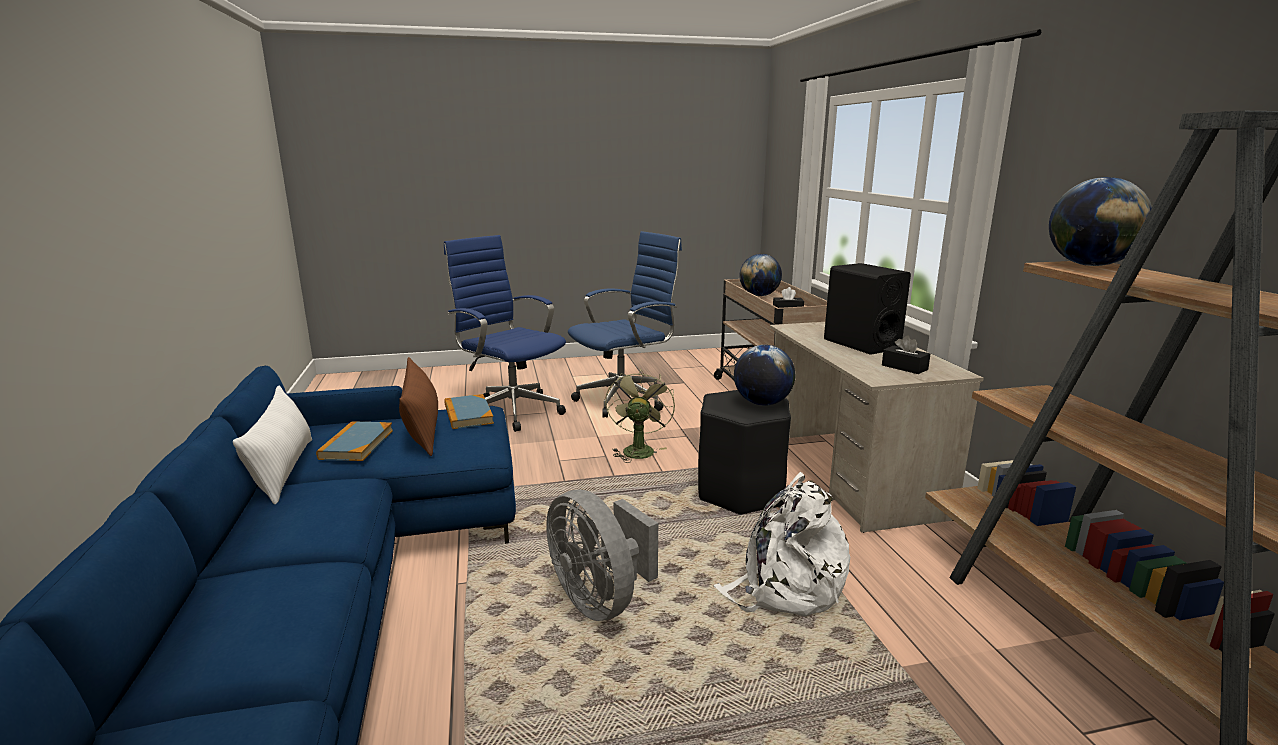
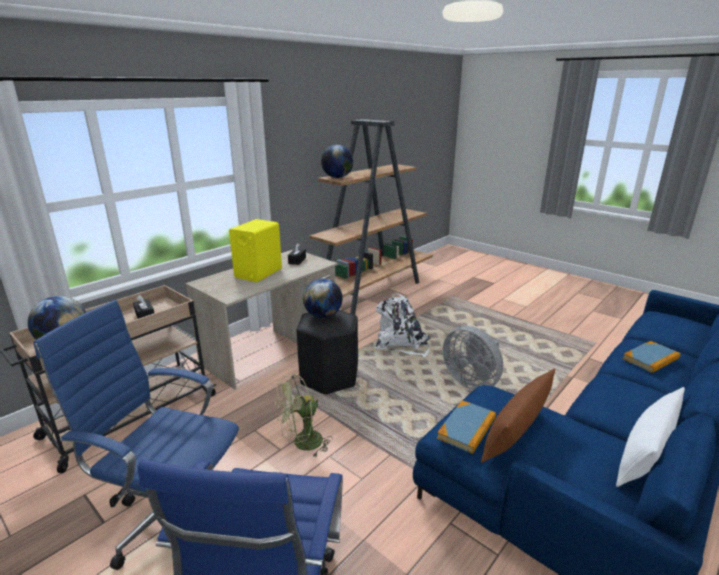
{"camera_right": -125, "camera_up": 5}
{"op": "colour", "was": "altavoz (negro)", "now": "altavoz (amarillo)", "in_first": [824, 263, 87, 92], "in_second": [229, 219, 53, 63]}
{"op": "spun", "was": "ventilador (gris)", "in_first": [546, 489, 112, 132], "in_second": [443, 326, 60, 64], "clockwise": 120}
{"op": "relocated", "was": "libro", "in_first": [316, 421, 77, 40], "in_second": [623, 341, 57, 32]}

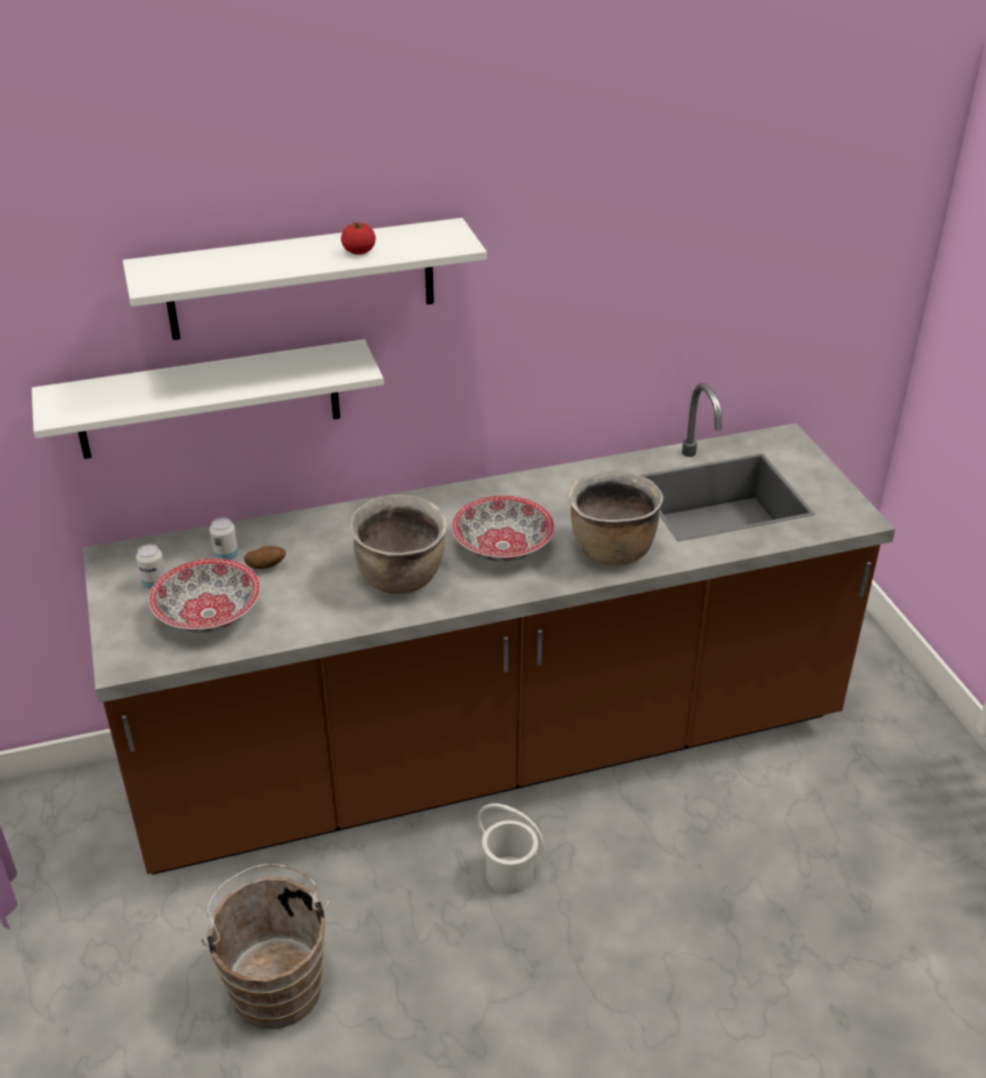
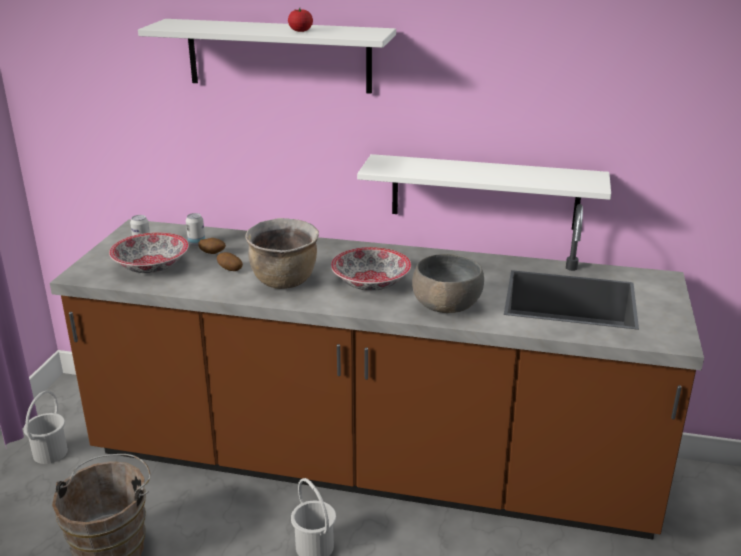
{"camera_right": 30, "camera_up": -10}
{"op": "appeared", "now": "cubo (blanco)", "in_second": [23, 391, 45, 73]}
{"op": "appeared", "now": "patata", "in_second": [217, 252, 26, 19]}
{"op": "relocated", "was": "estante (blanco)", "in_first": [32, 339, 352, 120], "in_second": [357, 154, 254, 76]}
{"op": "exchanged", "was": "olla (marrón)", "now": "cuenco (gris)", "in_first": [569, 470, 95, 96], "in_second": [412, 254, 72, 59]}

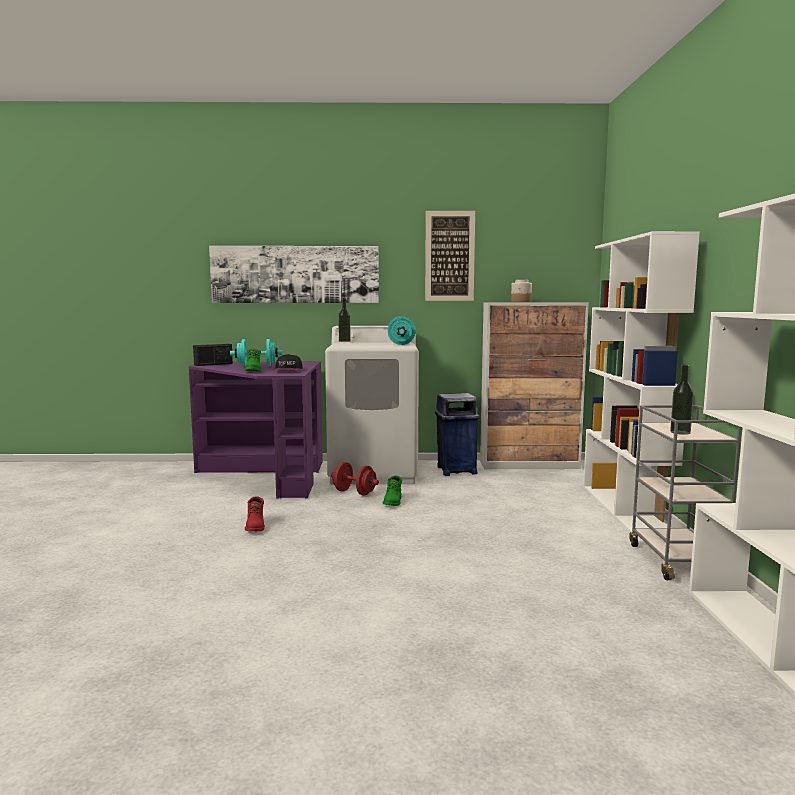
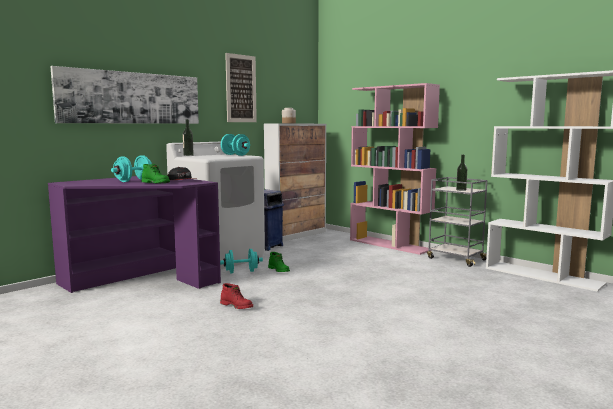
{"camera_right": -45, "camera_up": 0}
{"op": "colour", "was": "mancuerna (rojo)", "now": "mancuerna (turquesa)", "in_first": [331, 462, 48, 33], "in_second": [220, 249, 43, 24]}
{"op": "colour", "was": "estantería (blanco)", "now": "estantería (rosa)", "in_first": [583, 231, 117, 305], "in_second": [350, 83, 90, 172]}
{"op": "missing", "was": "radio", "in_first": [193, 344, 40, 22]}

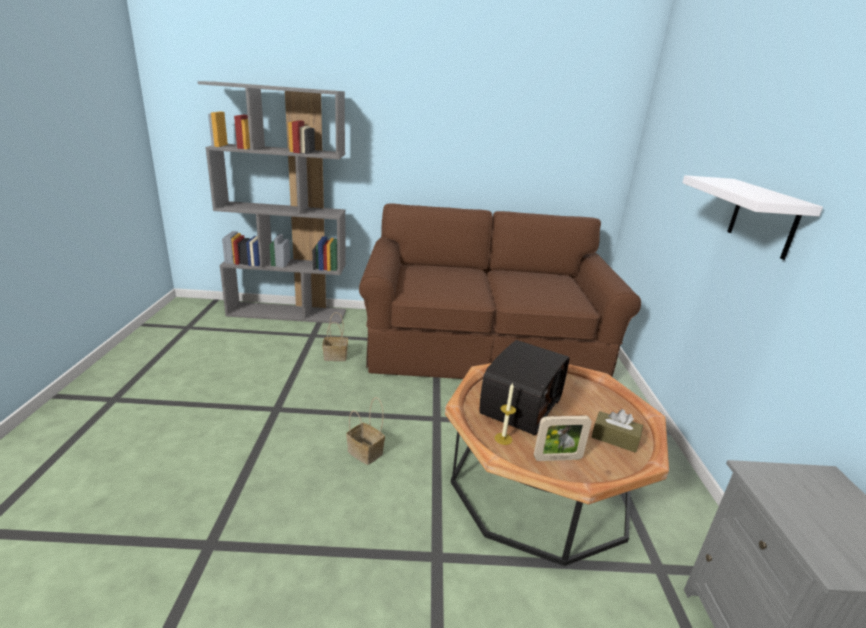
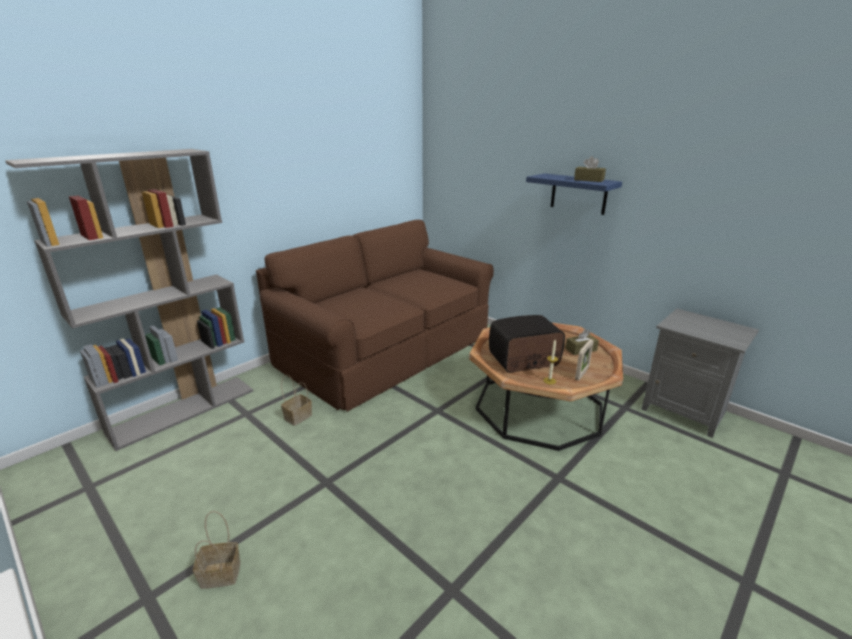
{"camera_right": -45, "camera_up": 0}
{"op": "relocated", "was": "cesta", "in_first": [346, 397, 39, 68], "in_second": [193, 511, 47, 78]}
{"op": "spun", "was": "radio", "in_first": [479, 340, 90, 95], "in_second": [489, 315, 76, 58], "clockwise": -90}
{"op": "colour", "was": "estante (blanco)", "now": "estante (azul)", "in_first": [682, 175, 141, 85], "in_second": [526, 173, 96, 42]}
{"op": "appeared", "now": "caja de pañuelos (marrón)", "in_second": [574, 156, 32, 26]}

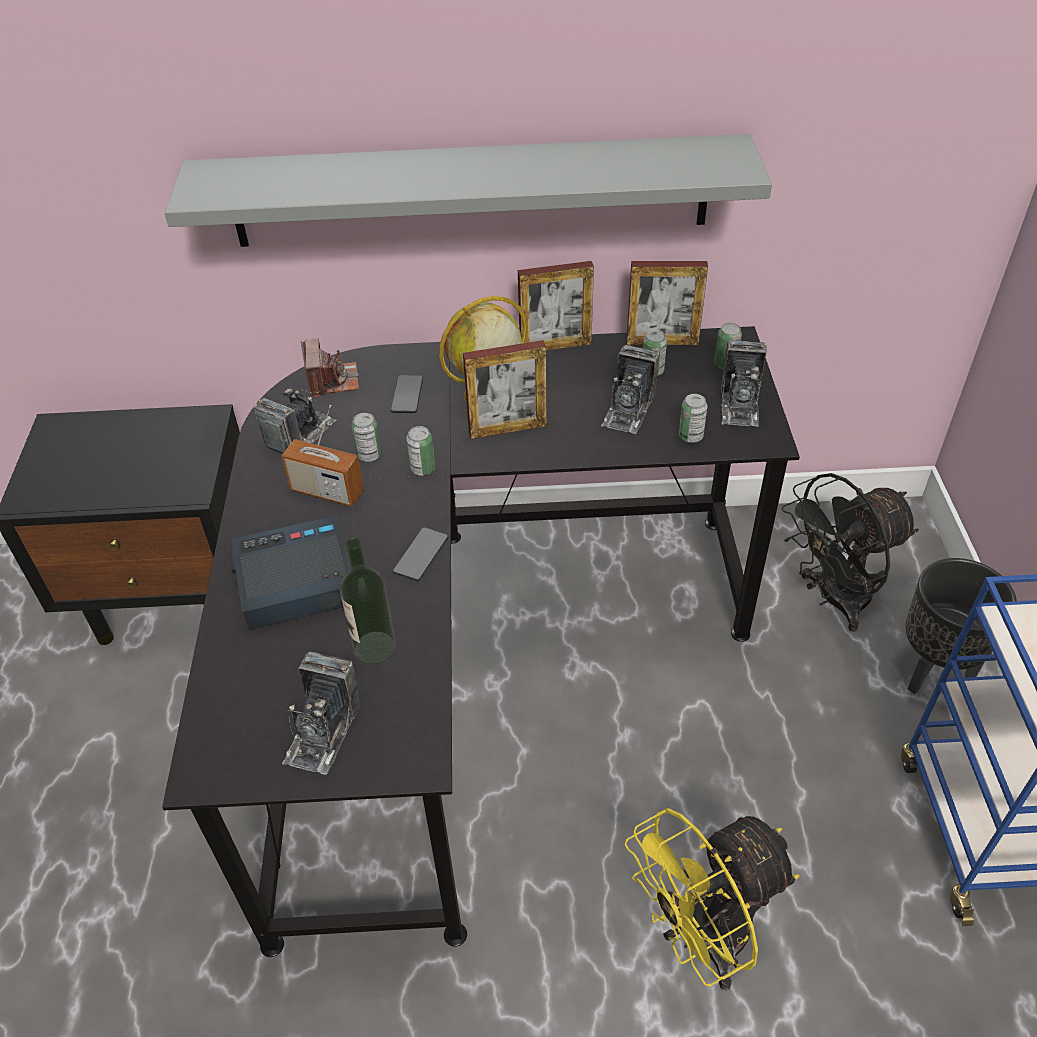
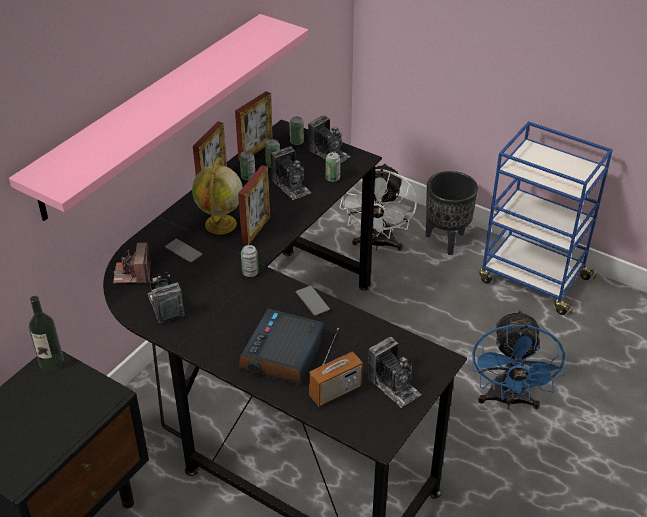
{"camera_right": -55, "camera_up": -5}
{"op": "colour", "was": "estante (gris)", "now": "estante (rosa)", "in_first": [164, 134, 608, 113], "in_second": [9, 14, 300, 207]}
{"op": "relocated", "was": "botella", "in_first": [340, 538, 56, 127], "in_second": [29, 296, 35, 76]}
{"op": "spun", "was": "cámara", "in_first": [301, 338, 58, 60], "in_second": [113, 242, 37, 42], "clockwise": -120}
{"op": "relocated", "was": "lata", "in_first": [351, 413, 31, 49], "in_second": [240, 151, 15, 29]}
{"op": "relocated", "was": "radio", "in_first": [281, 405, 83, 102], "in_second": [309, 328, 54, 79]}
{"op": "colour", "was": "ventilador (negro)", "now": "ventilador (blanco)", "in_first": [782, 473, 137, 159], "in_second": [339, 163, 78, 88]}
{"op": "colour", "was": "ventilador (amarillo)", "now": "ventilador (azul)", "in_first": [625, 808, 175, 183], "in_second": [473, 309, 92, 101]}

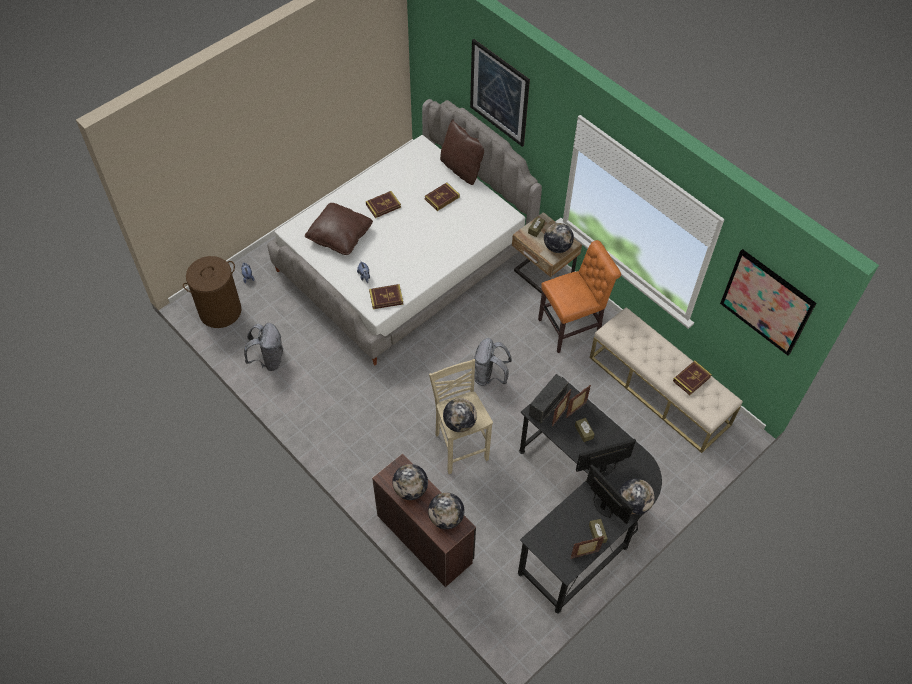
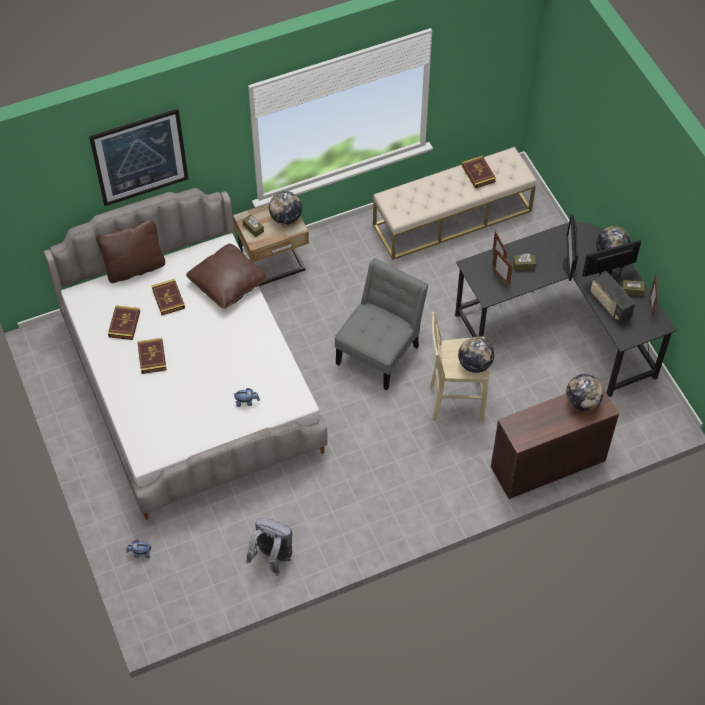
{"camera_right": -70, "camera_up": 0}
{"op": "relocated", "was": "libro", "in_first": [369, 284, 34, 25], "in_second": [108, 306, 32, 34]}
{"op": "relocated", "was": "cojín (marrón)", "in_first": [305, 203, 68, 52], "in_second": [186, 244, 81, 65]}
{"op": "exchanged", "was": "mochila (gris)", "now": "silla (gris)", "in_first": [474, 338, 38, 48], "in_second": [335, 258, 94, 132]}
{"op": "relocated", "was": "radio", "in_first": [529, 374, 40, 49], "in_second": [591, 272, 45, 52]}
{"op": "missing", "was": "cesto de la ropa (marrón)", "in_first": [183, 256, 59, 72]}
{"op": "missing", "was": "globo terráqueo", "in_first": [392, 464, 36, 36]}
{"op": "missing", "was": "silla (naranja)", "in_first": [538, 240, 83, 113]}
{"op": "missing", "was": "cuadro", "in_first": [720, 249, 96, 107]}

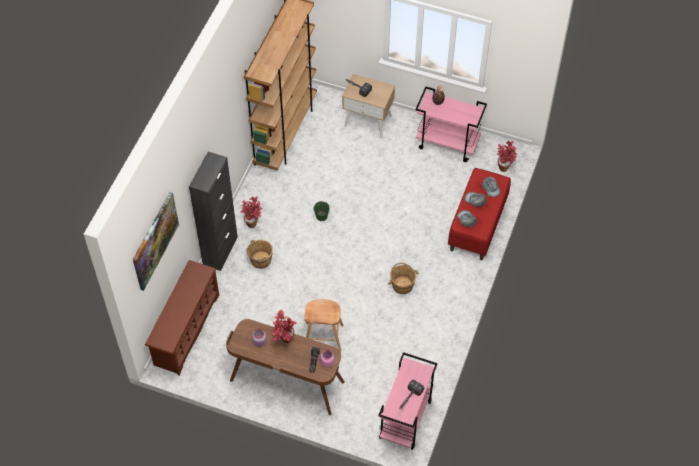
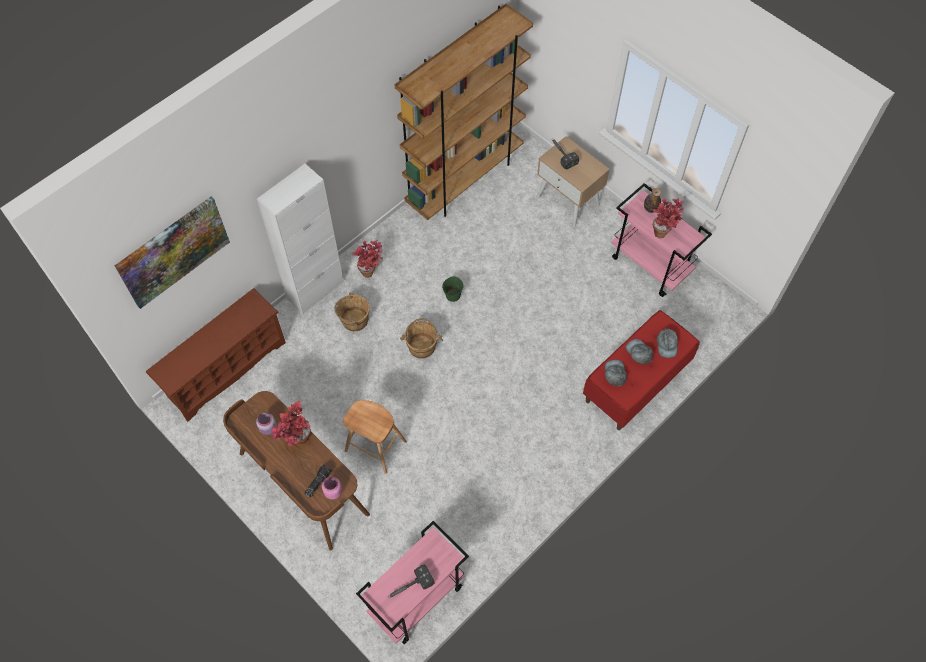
{"camera_right": 25, "camera_up": 5}
{"op": "colour", "was": "armario (negro)", "now": "armario (blanco)", "in_first": [189, 152, 49, 119], "in_second": [257, 164, 87, 150]}
{"op": "relocated", "was": "cubo (marrón)", "in_first": [388, 263, 31, 31], "in_second": [400, 318, 43, 41]}
{"op": "relocated", "was": "planta en maceta", "in_first": [497, 141, 20, 31], "in_second": [652, 198, 32, 40]}

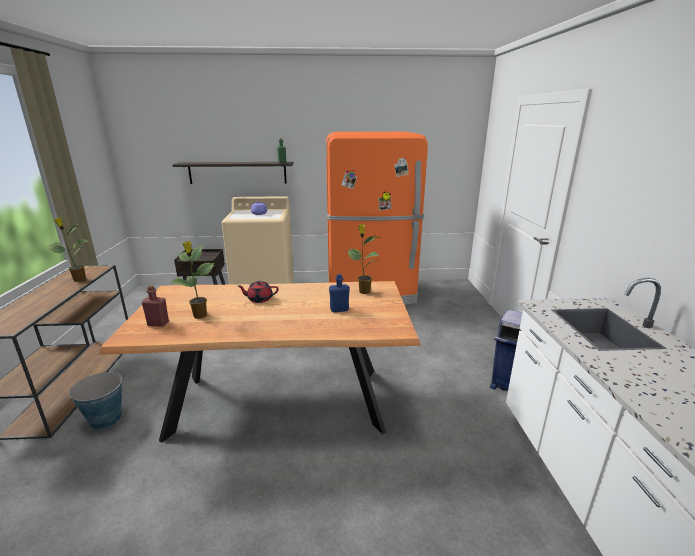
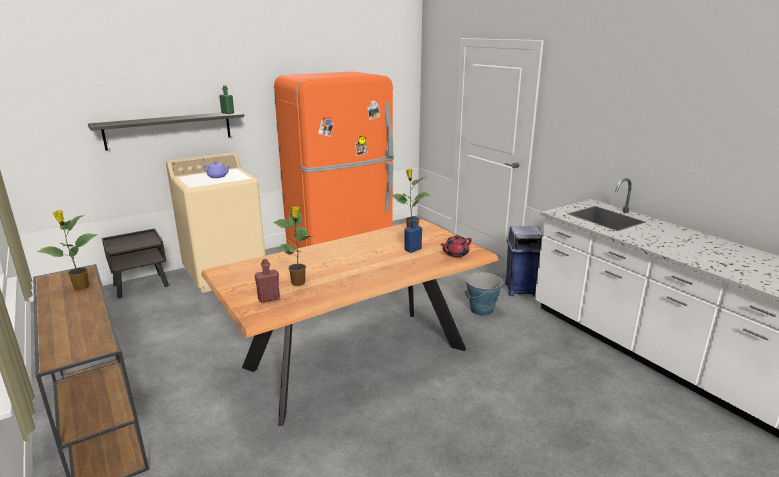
{"camera_right": -30, "camera_up": 0}
{"op": "relocated", "was": "tetera (rojo)", "in_first": [238, 281, 41, 22], "in_second": [440, 235, 32, 22]}
{"op": "relocated", "was": "cubo", "in_first": [69, 371, 53, 59], "in_second": [465, 271, 38, 45]}

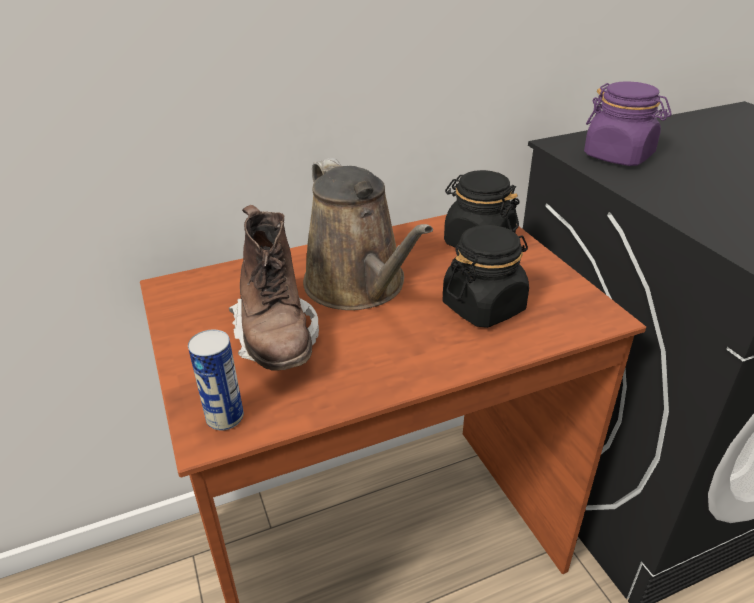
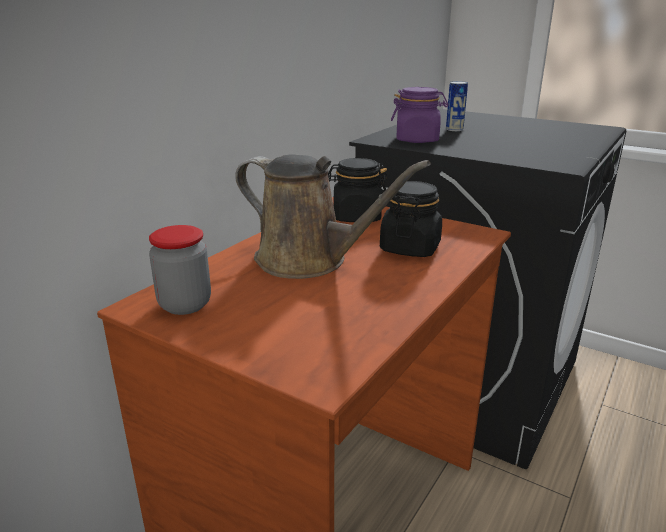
{"camera_right": -35, "camera_up": -10}
{"op": "appeared", "now": "tarro", "in_second": [149, 225, 62, 90]}
{"op": "relocated", "was": "lata", "in_first": [188, 330, 56, 100], "in_second": [446, 81, 22, 50]}
{"op": "missing", "was": "bota (marrón)", "in_first": [229, 205, 90, 166]}

